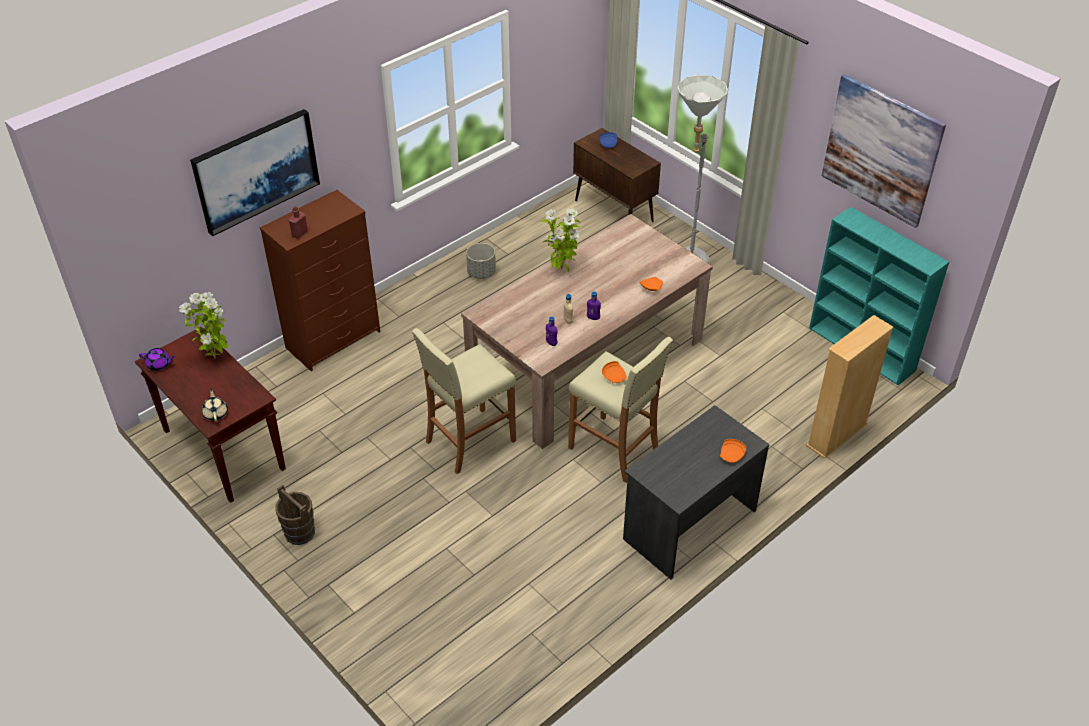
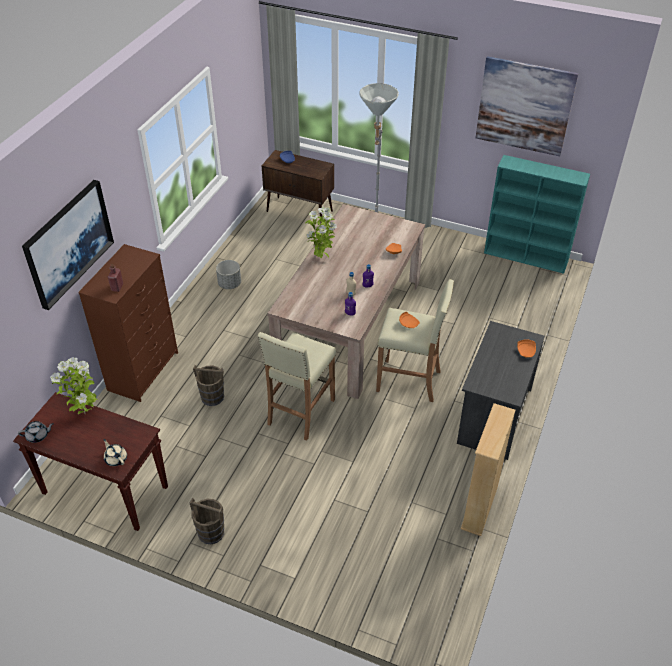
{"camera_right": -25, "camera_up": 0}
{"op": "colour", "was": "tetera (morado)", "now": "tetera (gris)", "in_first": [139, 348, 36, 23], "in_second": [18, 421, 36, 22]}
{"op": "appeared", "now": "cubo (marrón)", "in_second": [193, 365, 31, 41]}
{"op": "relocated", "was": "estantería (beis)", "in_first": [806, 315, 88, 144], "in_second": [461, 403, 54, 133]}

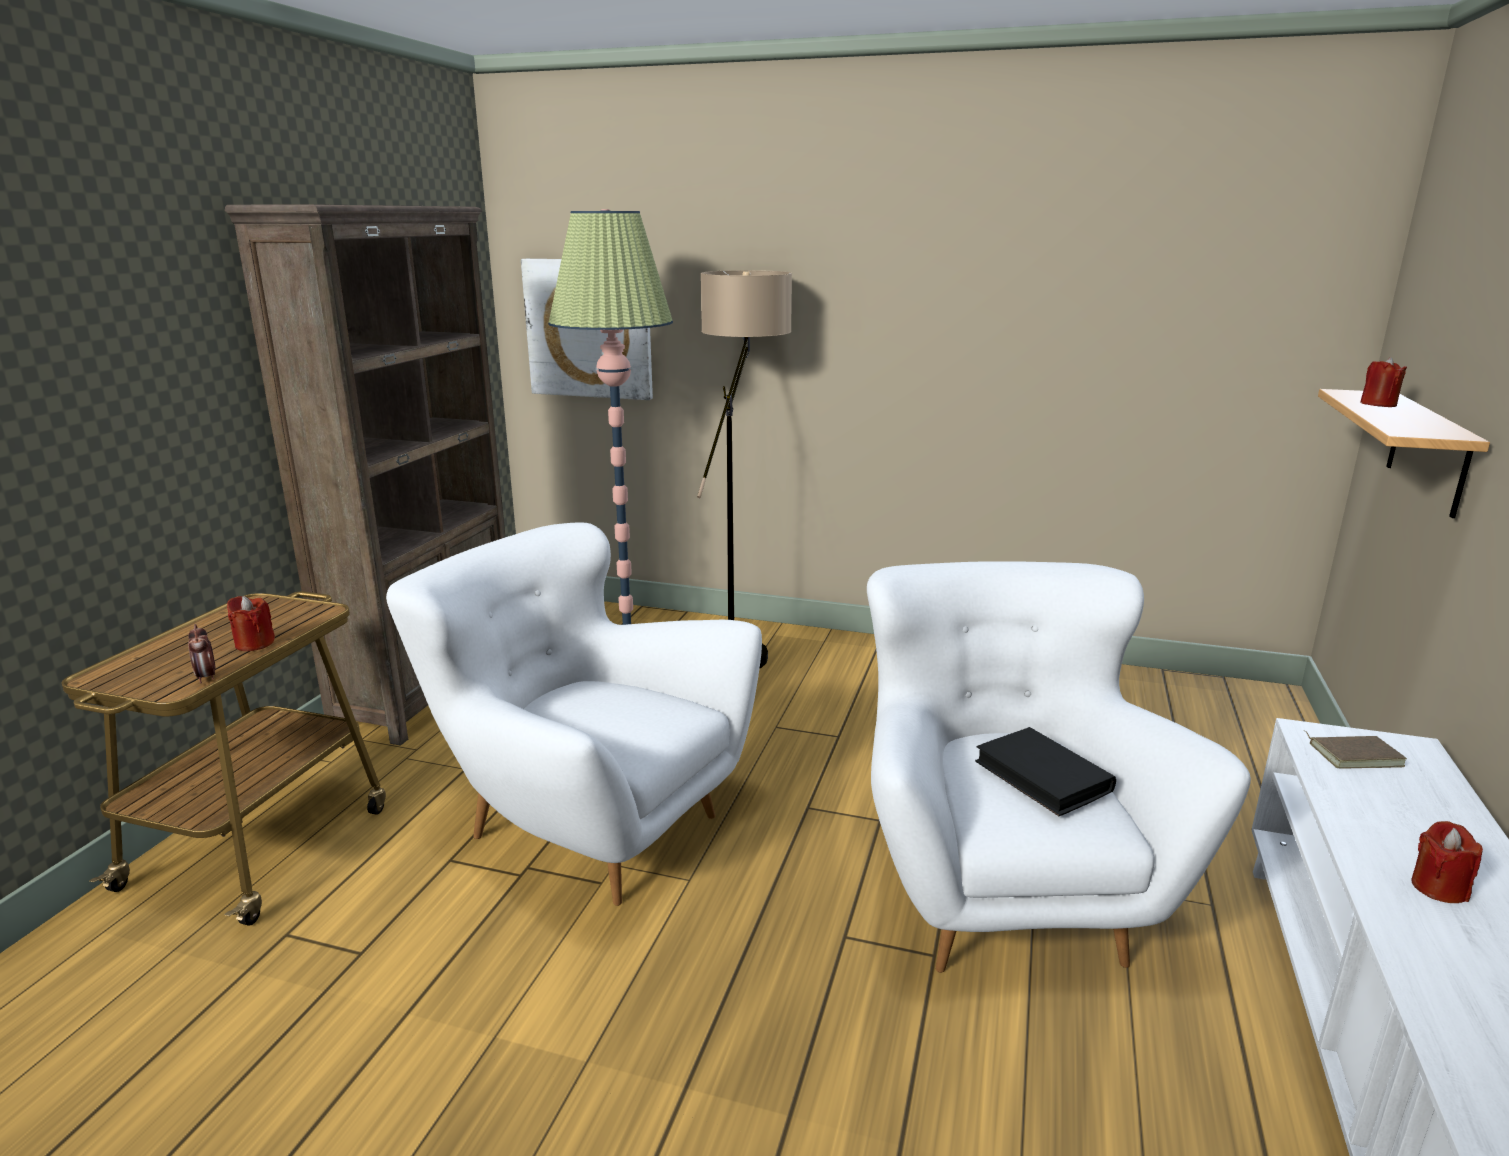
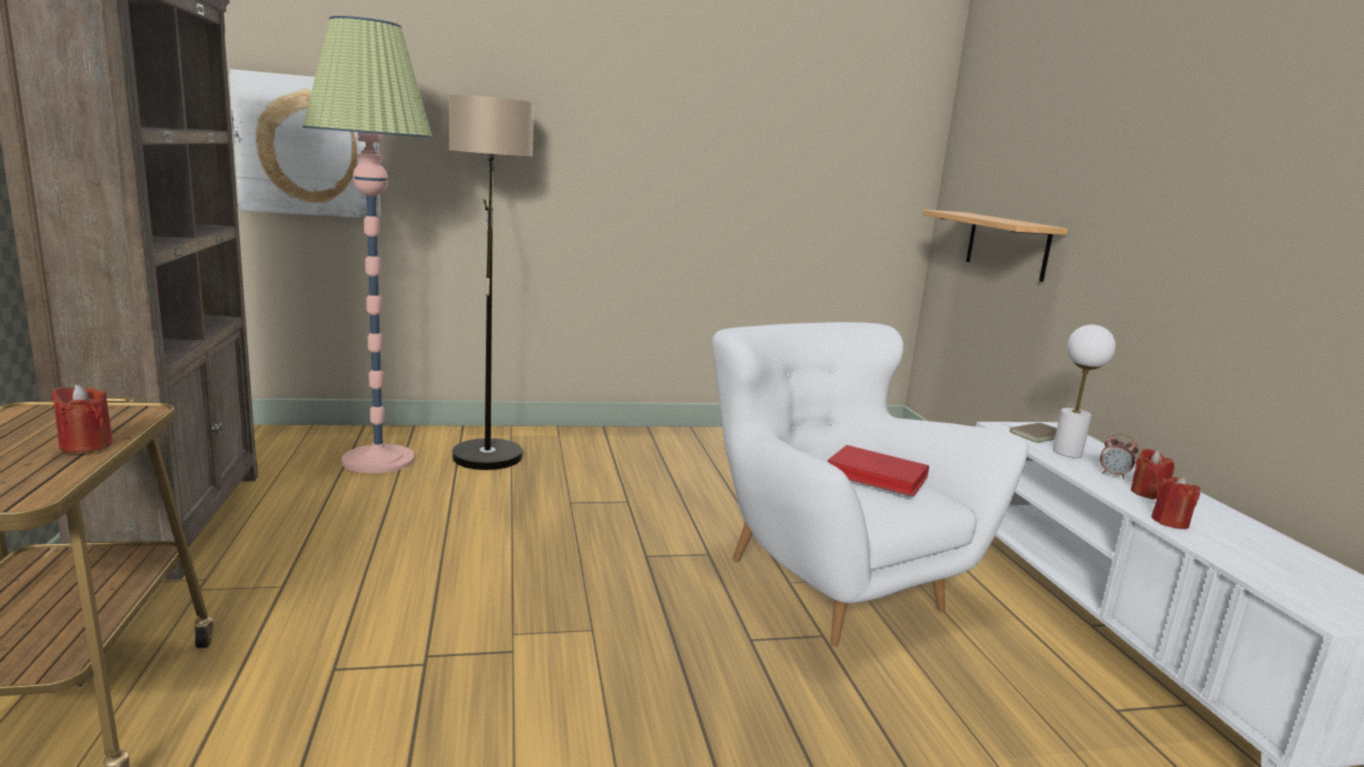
{"camera_right": -30, "camera_up": -5}
{"op": "colour", "was": "libro (negro)", "now": "libro (rojo)", "in_first": [975, 727, 141, 89], "in_second": [827, 445, 102, 52]}
{"op": "appeared", "now": "lámpara de mesa (blanco)", "in_second": [1053, 325, 63, 133]}
{"op": "relocated", "was": "despertador", "in_first": [188, 624, 28, 59], "in_second": [1100, 434, 39, 45]}
{"op": "relocated", "was": "vela (rojo)", "in_first": [1360, 357, 47, 50], "in_second": [1151, 477, 49, 52]}
{"op": "missing", "was": "sillón (blanco)", "in_first": [386, 522, 376, 384]}

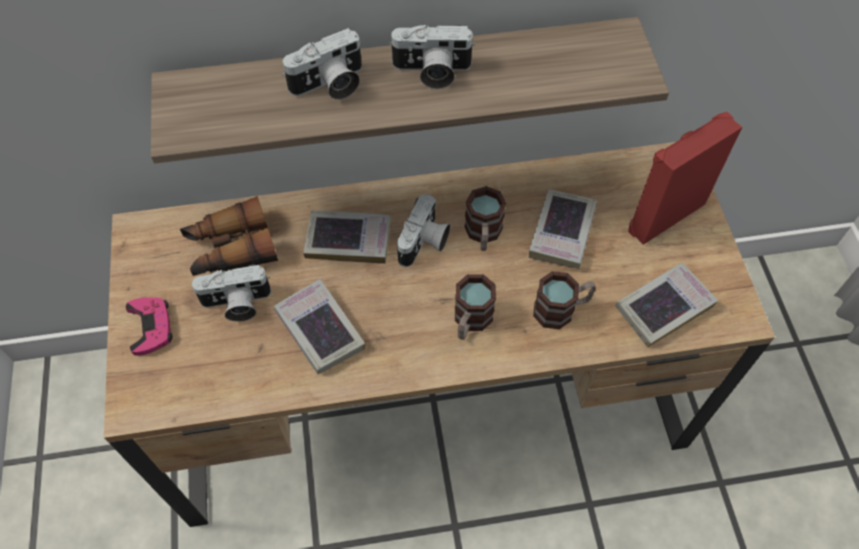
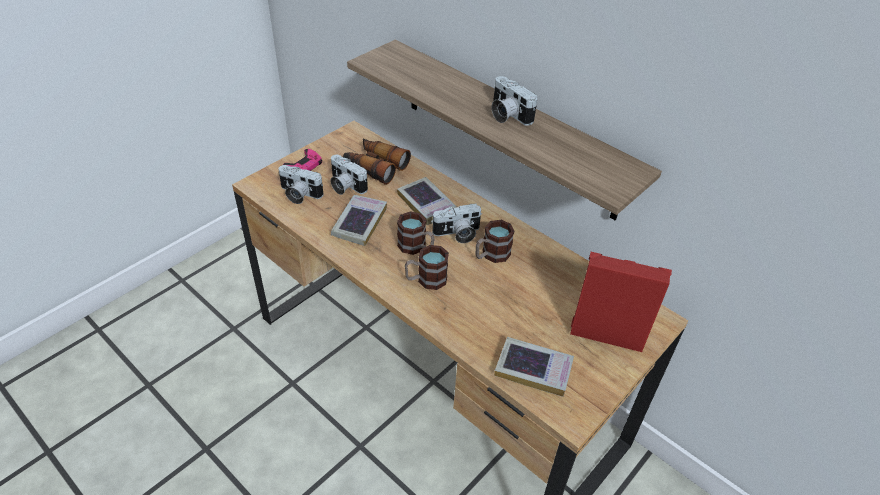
{"camera_right": 50, "camera_up": -15}
{"op": "relocated", "was": "cámara", "in_first": [282, 28, 80, 72], "in_second": [278, 165, 46, 39]}
{"op": "relocated", "was": "taza grande", "in_first": [533, 271, 63, 58], "in_second": [397, 211, 38, 44]}
{"op": "missing", "was": "libro", "in_first": [529, 189, 68, 80]}

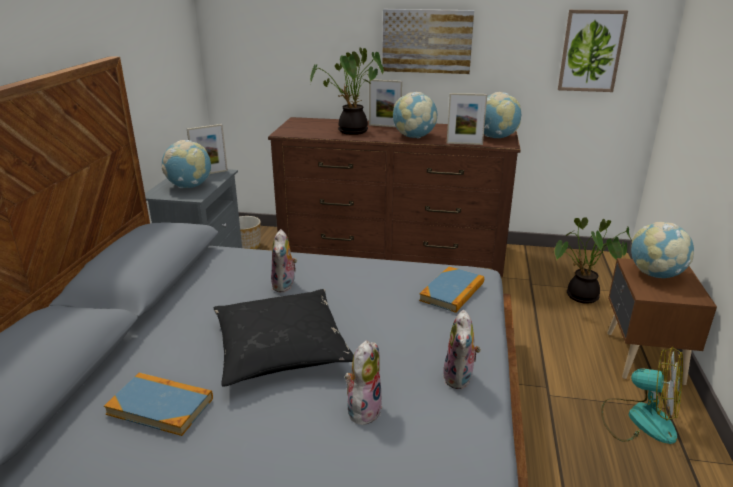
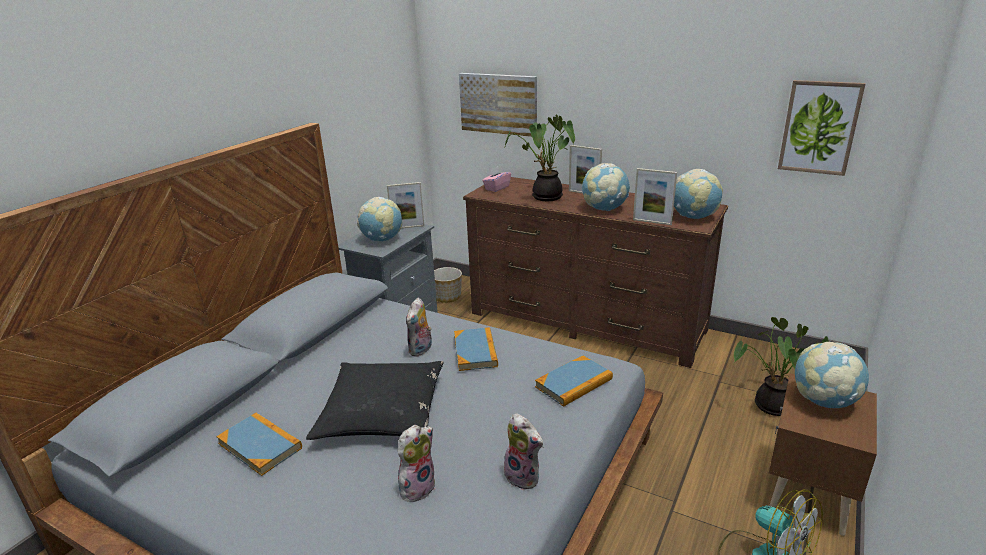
{"camera_right": 20, "camera_up": 0}
{"op": "appeared", "now": "libro", "in_second": [454, 327, 44, 44]}
{"op": "relocated", "was": "cuadro", "in_first": [382, 9, 92, 65], "in_second": [459, 73, 78, 64]}
{"op": "appeared", "now": "caja de pañuelos (rosa)", "in_second": [482, 166, 29, 26]}
{"op": "spun", "was": "peluche", "in_first": [443, 310, 38, 79], "in_second": [503, 413, 40, 77], "clockwise": -75}

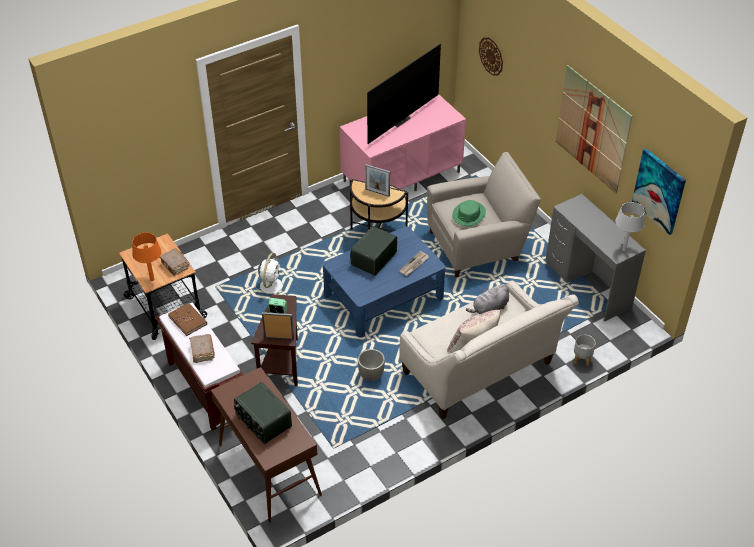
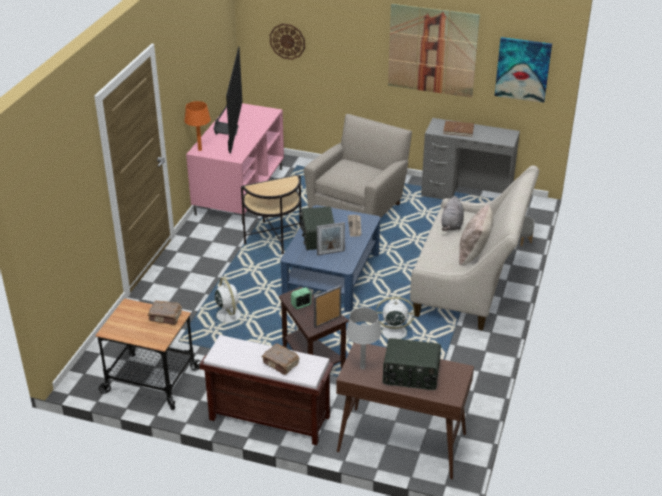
{"camera_right": -40, "camera_up": -10}
{"op": "relocated", "was": "lámpara de mesa (naranja)", "in_first": [132, 233, 30, 48], "in_second": [184, 101, 27, 50]}
{"op": "relocated", "was": "portarretratos", "in_first": [365, 164, 25, 33], "in_second": [317, 222, 28, 33]}
{"op": "relocated", "was": "lámpara de mesa (gris)", "in_first": [615, 202, 30, 49], "in_second": [346, 307, 35, 62]}
{"op": "exchanged", "was": "maceta", "now": "ventilador (blanco)", "in_first": [358, 349, 27, 32], "in_second": [376, 297, 39, 43]}
{"op": "relocated", "was": "libro (marrón)", "in_first": [168, 303, 39, 33], "in_second": [443, 121, 31, 16]}
{"op": "missing", "was": "sombrero (verde)", "in_first": [452, 200, 34, 26]}

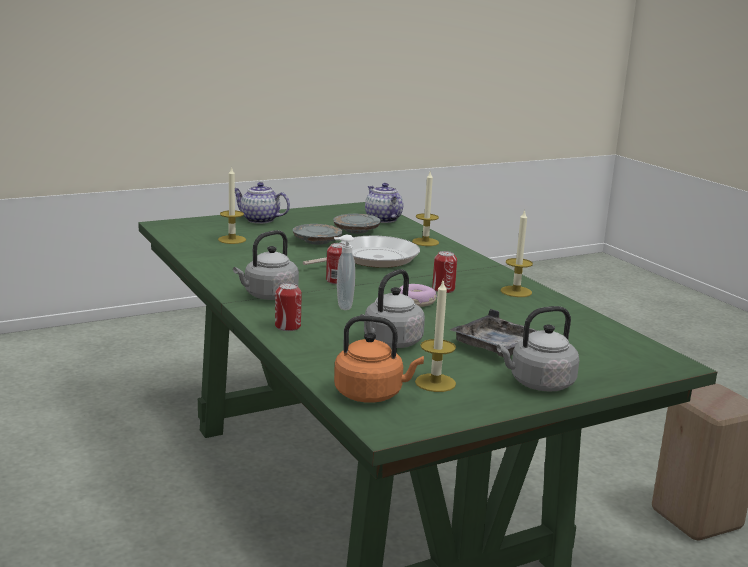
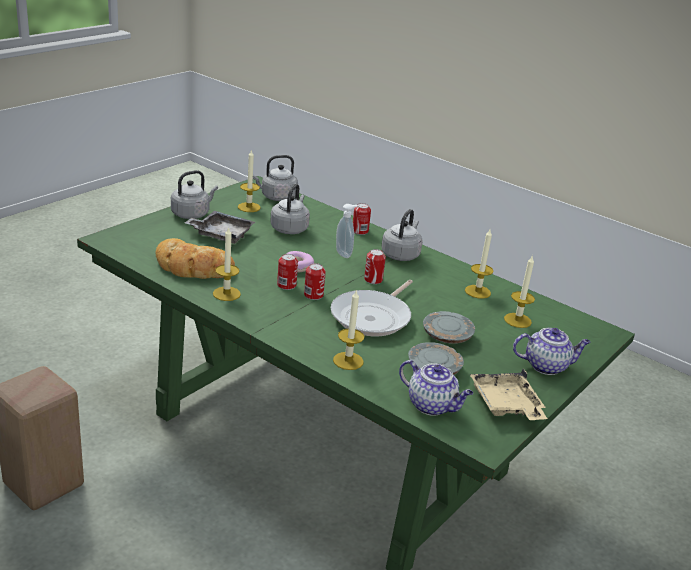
{"camera_right": 155, "camera_up": 10}
{"op": "appeared", "now": "pan", "in_second": [156, 238, 79, 41]}
{"op": "colour", "was": "hervidor (naranja)", "now": "hervidor (gris)", "in_first": [334, 316, 90, 87], "in_second": [253, 155, 45, 46]}
{"op": "appeared", "now": "lata", "in_second": [304, 263, 22, 37]}
{"op": "appeared", "now": "vela", "in_second": [465, 229, 29, 70]}
{"op": "appeared", "now": "bandeja (beis)", "in_second": [470, 368, 77, 52]}

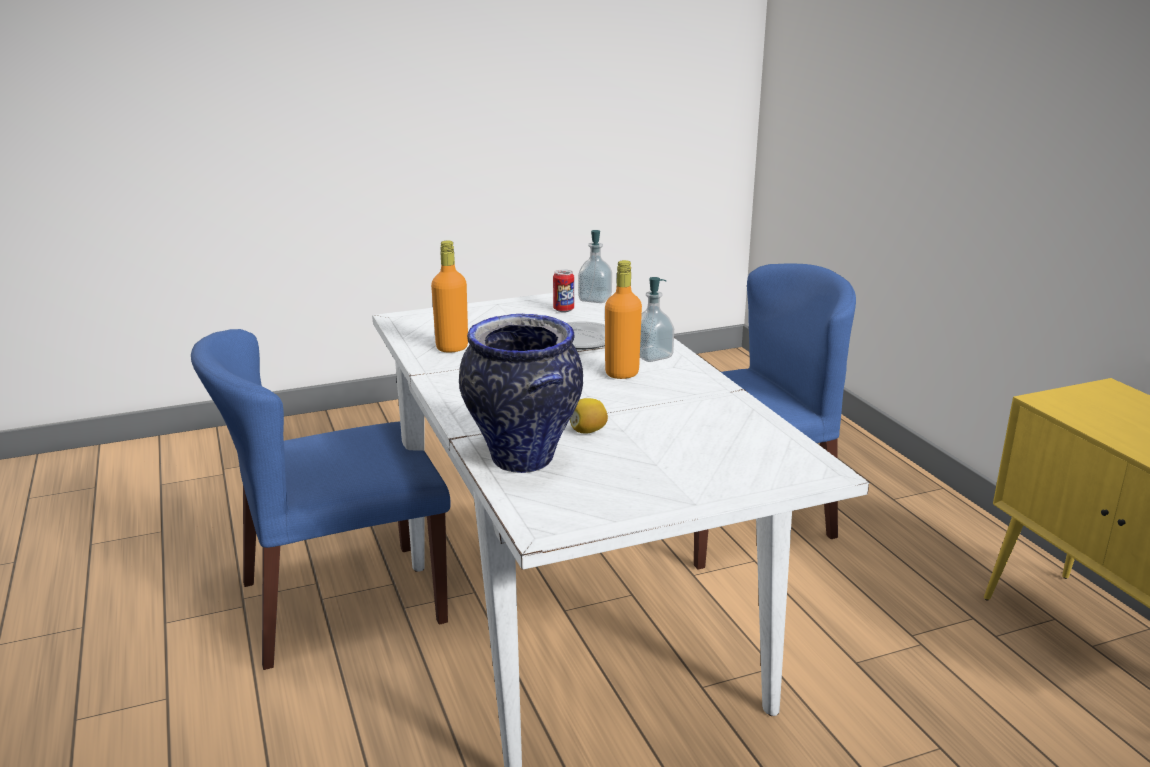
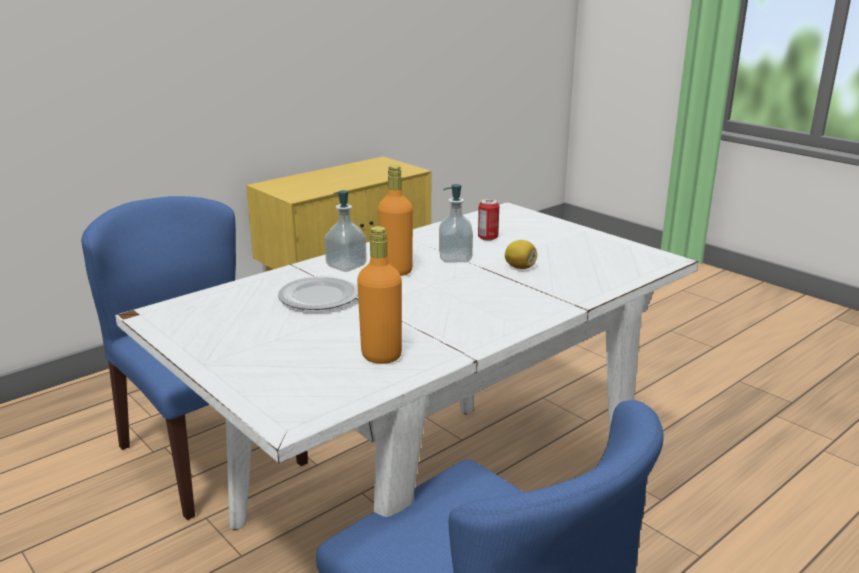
{"camera_right": -110, "camera_up": 0}
{"op": "relocated", "was": "dispensador de jabón", "in_first": [578, 230, 34, 73], "in_second": [439, 184, 34, 79]}
{"op": "relocated", "was": "lata", "in_first": [553, 269, 21, 43], "in_second": [478, 199, 21, 42]}
{"op": "missing", "was": "florero", "in_first": [459, 314, 124, 159]}

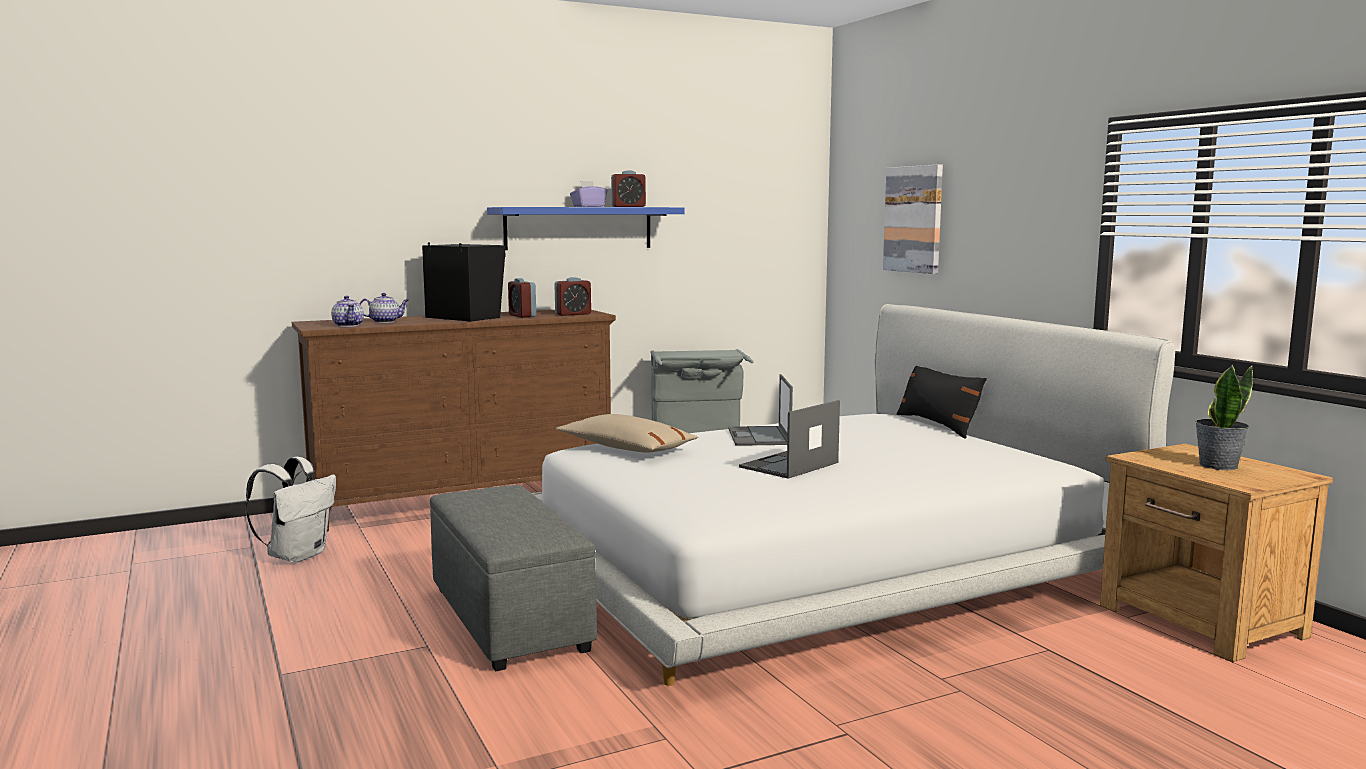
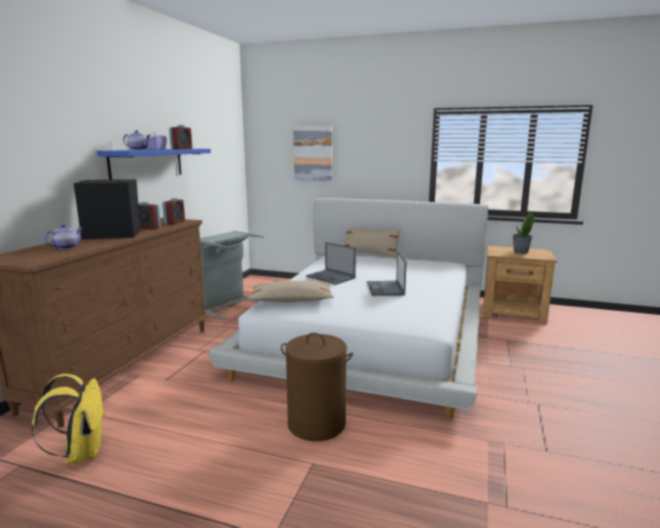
{"camera_right": -45, "camera_up": 5}
{"op": "colour", "was": "mochila (blanco)", "now": "mochila (amarillo)", "in_first": [245, 457, 91, 106], "in_second": [31, 374, 74, 90]}
{"op": "relocated", "was": "tetera", "in_first": [331, 296, 33, 31], "in_second": [123, 130, 28, 20]}
{"op": "exchanged", "was": "puf (gris)", "now": "cesto de la ropa (marrón)", "in_first": [430, 485, 167, 187], "in_second": [281, 333, 72, 108]}
{"op": "colour", "was": "cojín (negro)", "now": "cojín (beis)", "in_first": [897, 366, 90, 72], "in_second": [345, 228, 55, 31]}

